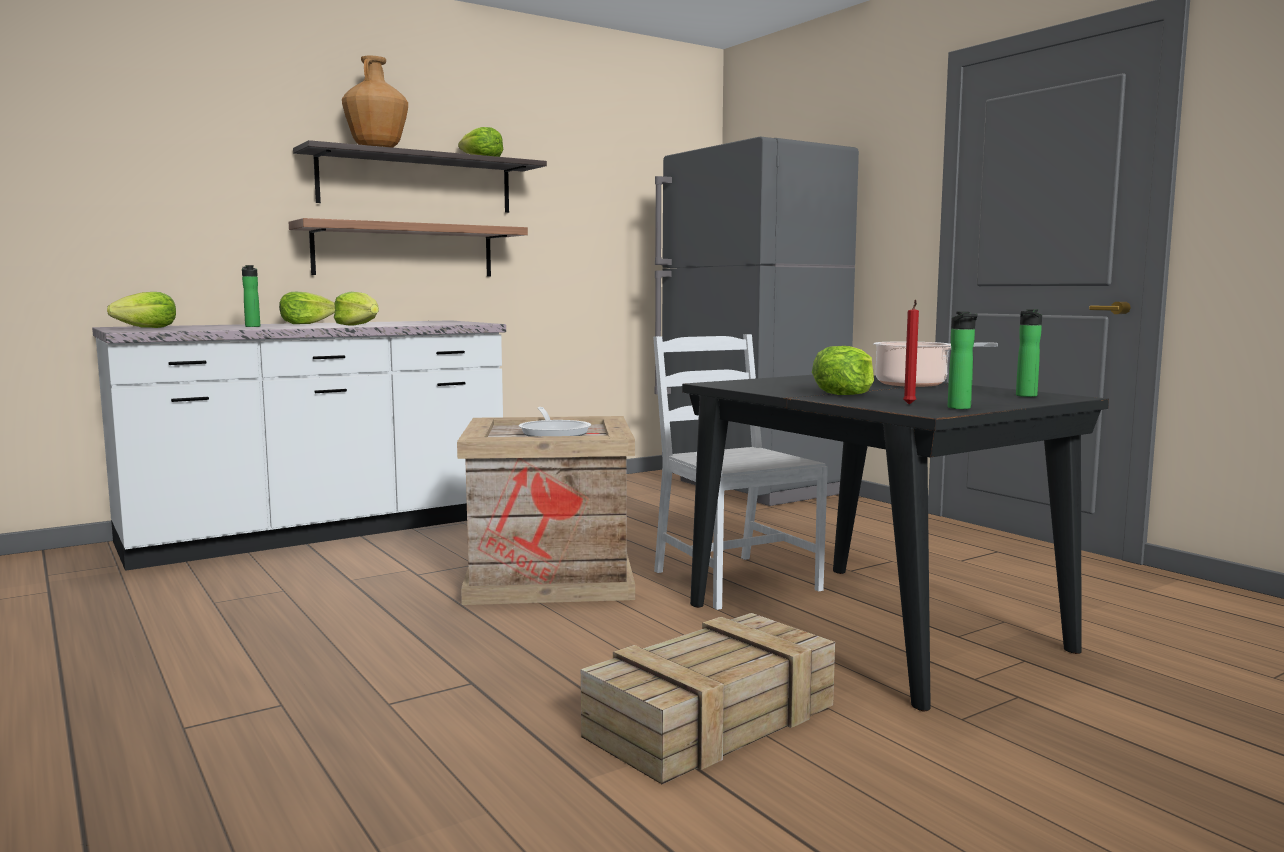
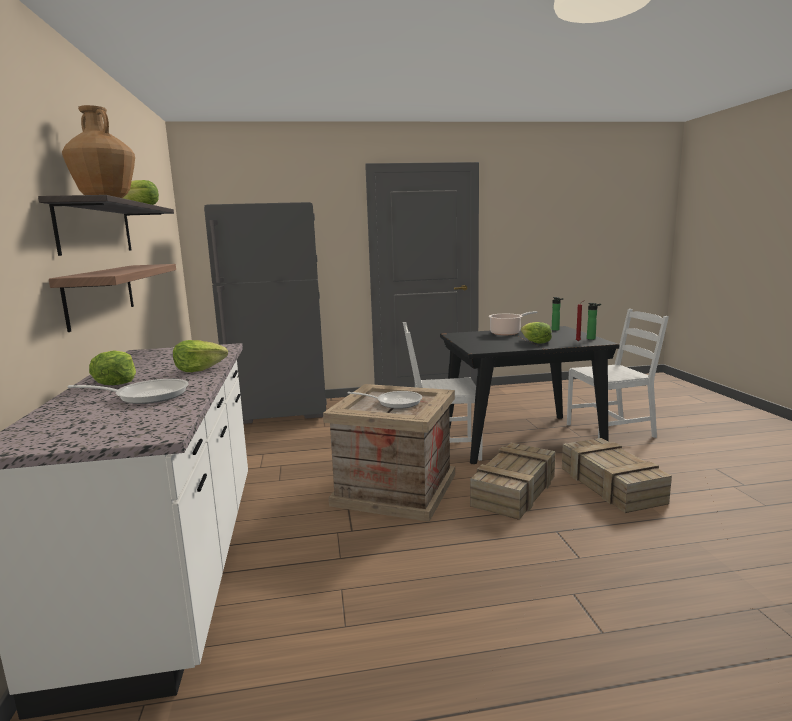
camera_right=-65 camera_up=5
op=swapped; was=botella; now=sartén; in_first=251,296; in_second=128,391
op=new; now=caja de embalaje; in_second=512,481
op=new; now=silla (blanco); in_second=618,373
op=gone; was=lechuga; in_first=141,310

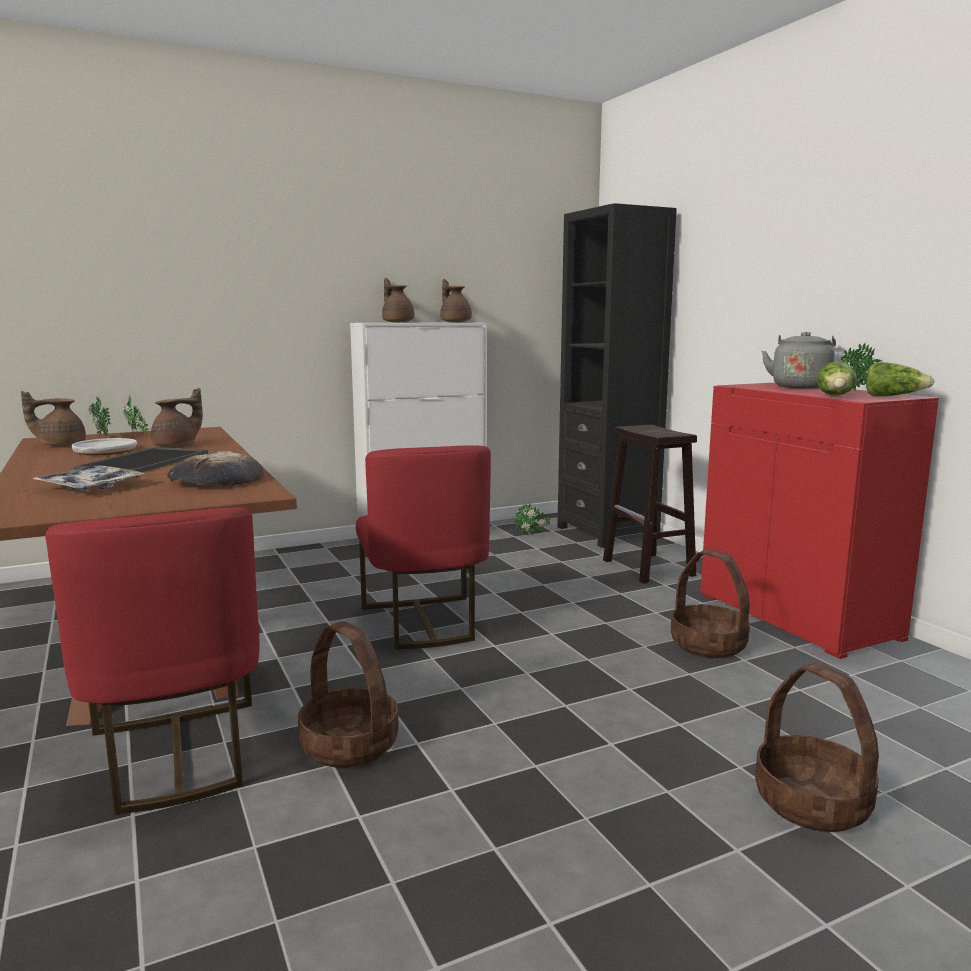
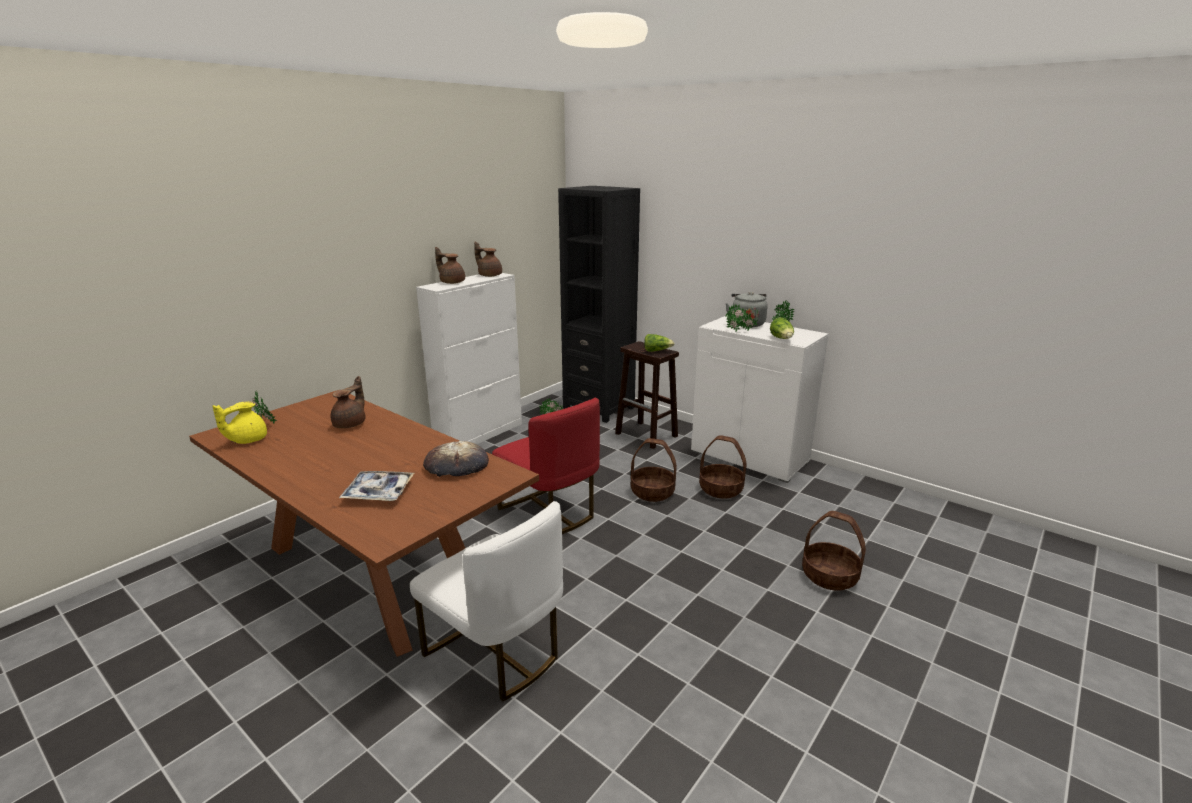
camera_right=-25 camera_up=10
op=repainted; was=tetera (marrón); now=tetera (amarillo); in_first=53,418; in_second=239,422
op=repainted; was=silla (rojo); now=silla (blanco); in_first=152,661; in_second=486,601
op=shifted; was=cesta; in_first=348,694; in_second=654,470
op=shifted; was=lechuga; in_first=900,379; in_second=659,343
op=repainted; was=armario (rojo); now=armario (blanco); in_first=819,521; in_second=759,399
op=shifted; was=planta en maceta; in_first=136,415; in_second=741,318
op=gone; was=sartén; in_first=104,446
op=gone; was=bandeja; in_first=140,459

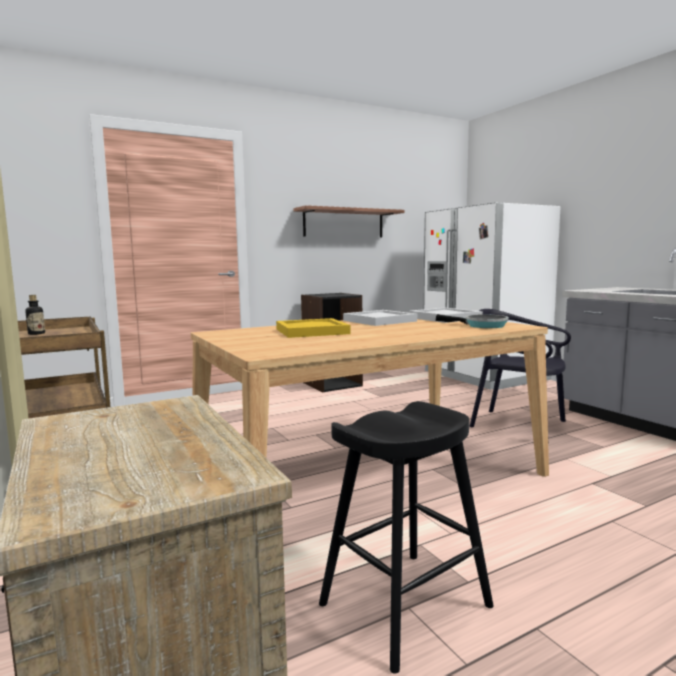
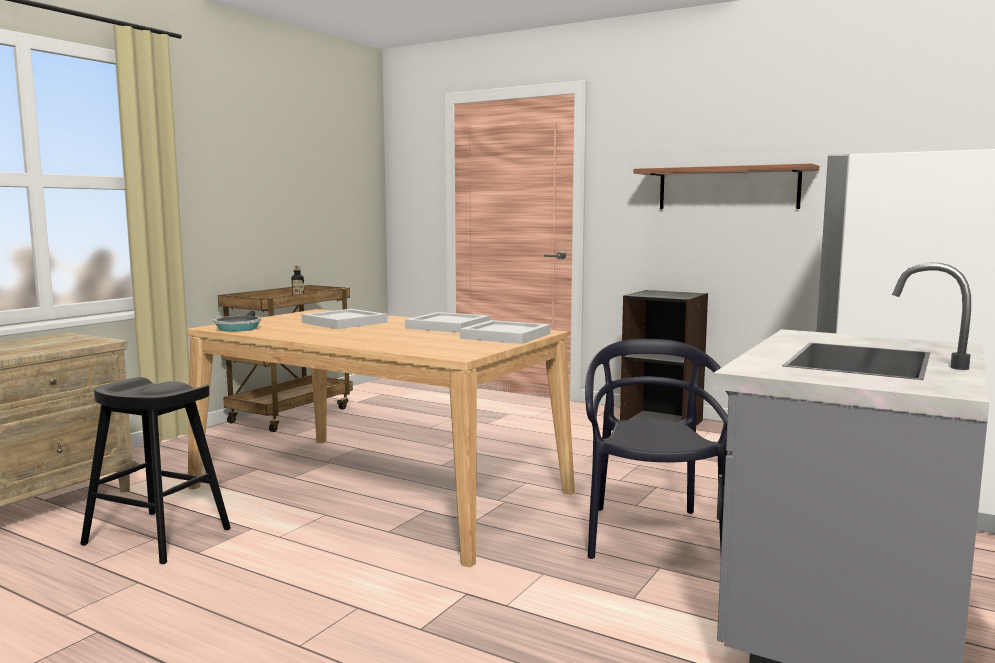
camera_right=60 camera_up=0
op=shifted; was=sartén; in_first=472,321; in_second=237,321
op=repainted; was=bandeja (amarillo); now=bandeja (blanco); in_first=313,328; in_second=345,319

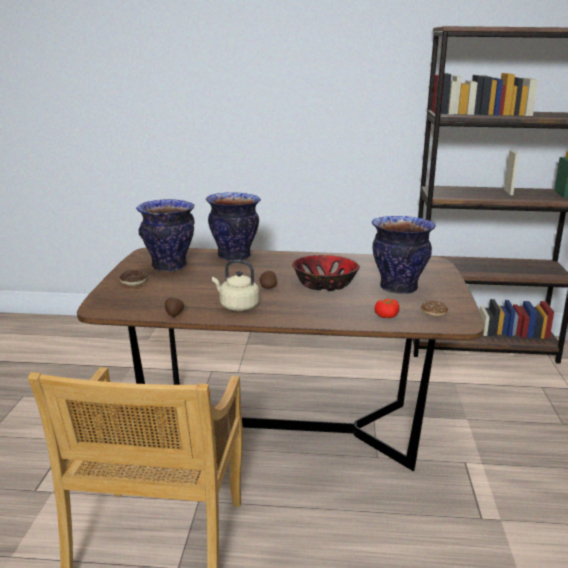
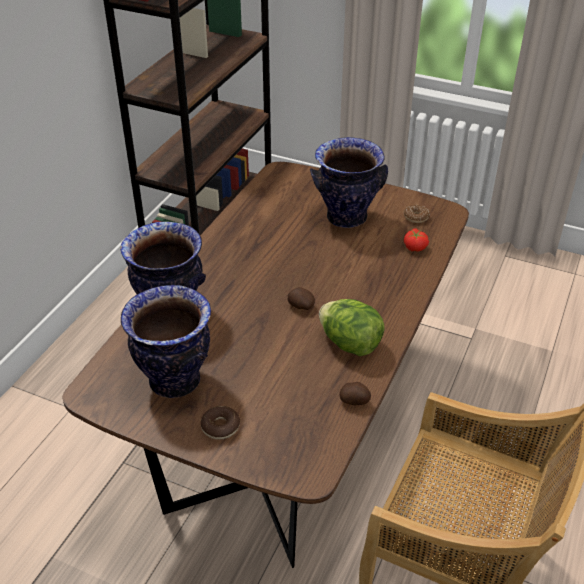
camera_right=-70 camera_up=20
op=swapped; was=hervidor (beis); now=lechuga; in_first=235,285; in_second=352,327
op=gone; was=cuenco; in_first=326,273

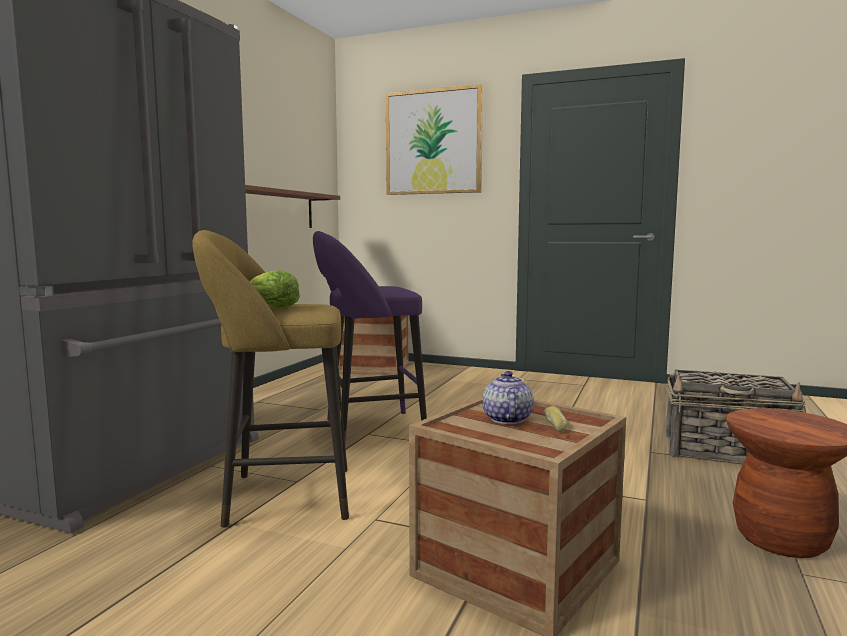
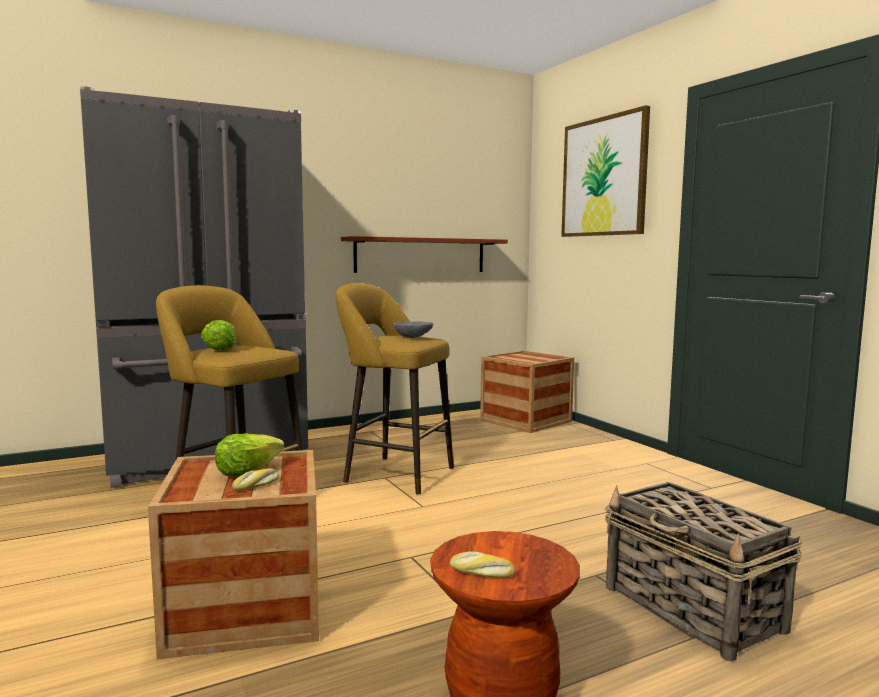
camera_right=40 camera_up=0
op=swapped; was=tetera; now=lechuga; in_first=508,397; in_second=249,455
op=repainted; was=taburete (morado); now=taburete (amarillo); in_first=370,337; in_second=395,389
op=new; now=cuenco (gris); in_second=413,329
op=new; now=pan; in_second=482,564

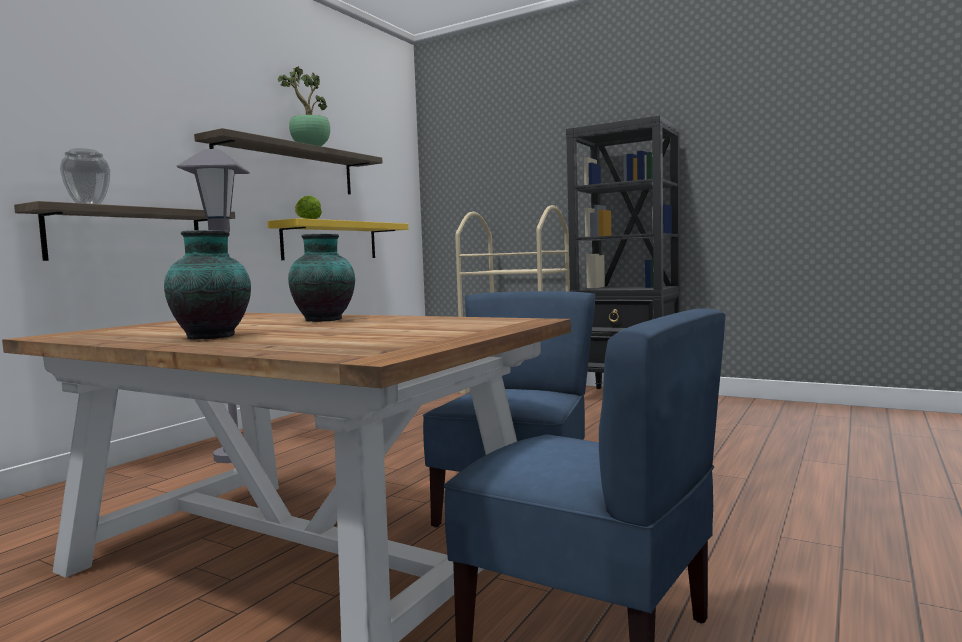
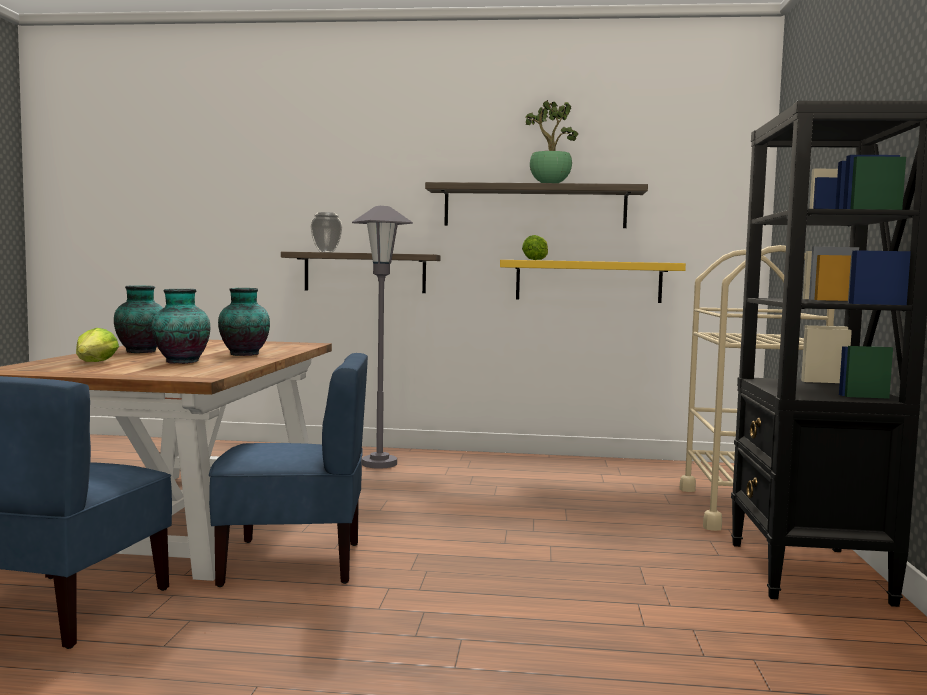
camera_right=65 camera_up=0
op=new; now=lechuga; in_second=97,345
op=new; now=florero; in_second=181,326

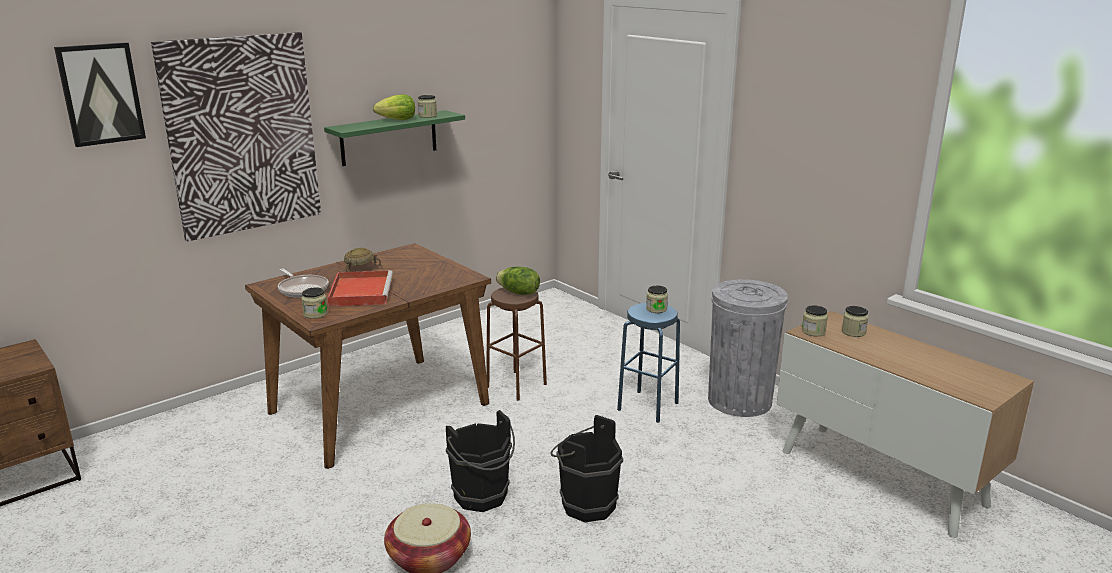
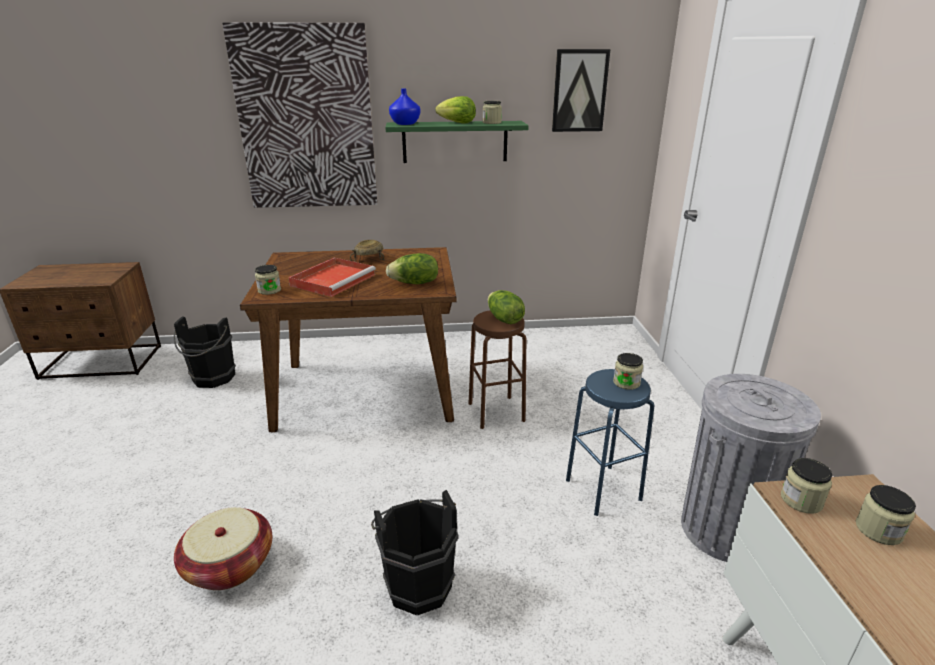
camera_right=35 camera_up=5
op=shifted; was=cubo (negro); in_first=480,461; in_second=205,352
op=new; now=lechuga; in_second=412,268
op=new; now=florero (azul); in_second=404,107
op=shifted; was=cuadro; in_first=100,94; in_second=581,90
op=gone; was=sartén; in_first=303,283

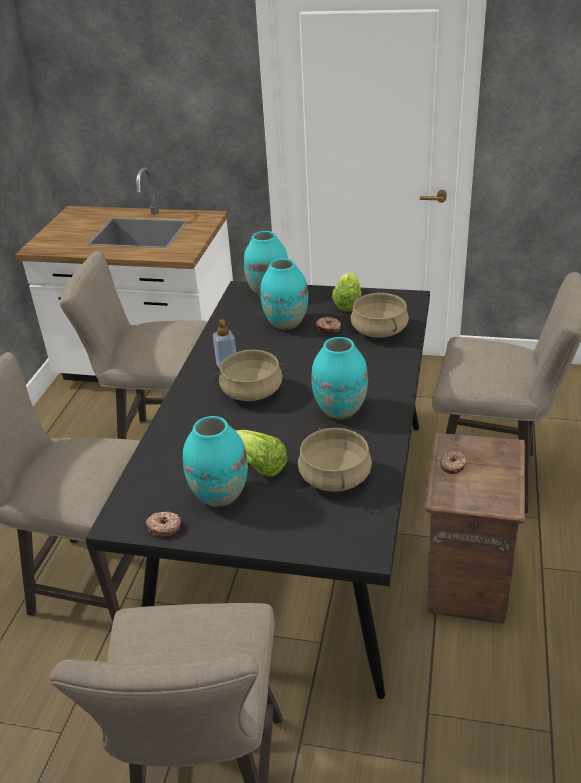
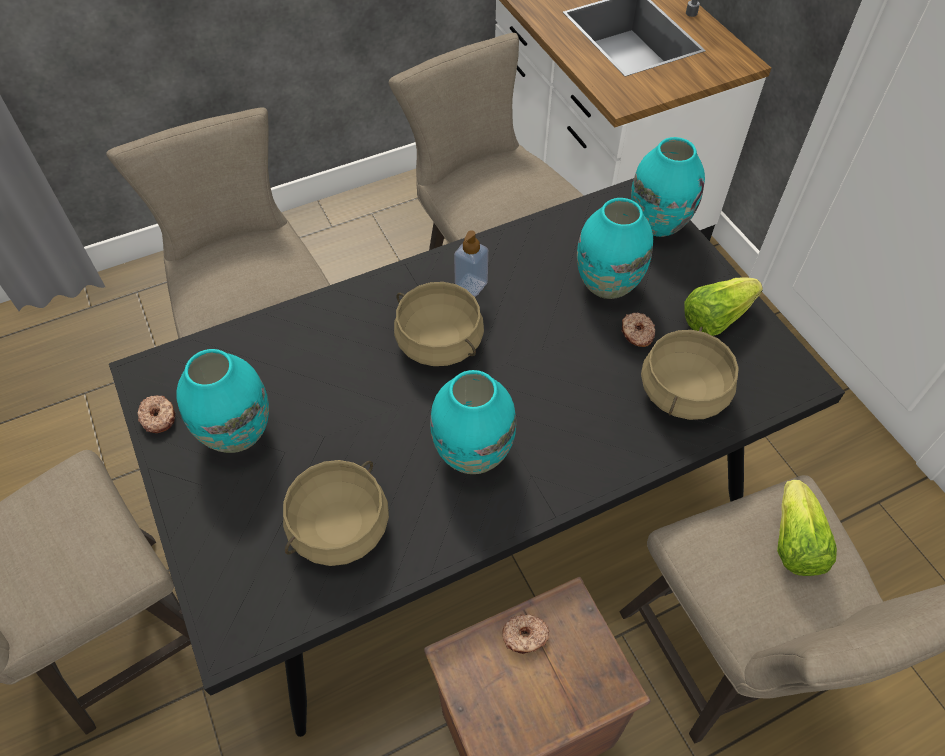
camera_right=50 camera_up=20
op=shifted; was=lechuga; in_first=261,453; in_second=807,528

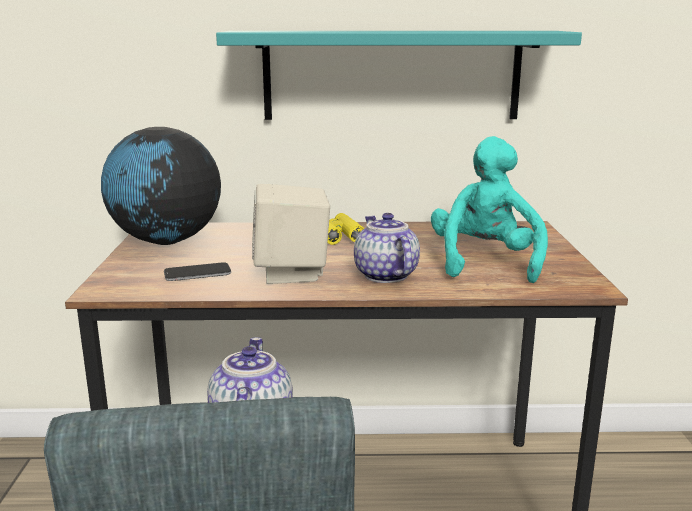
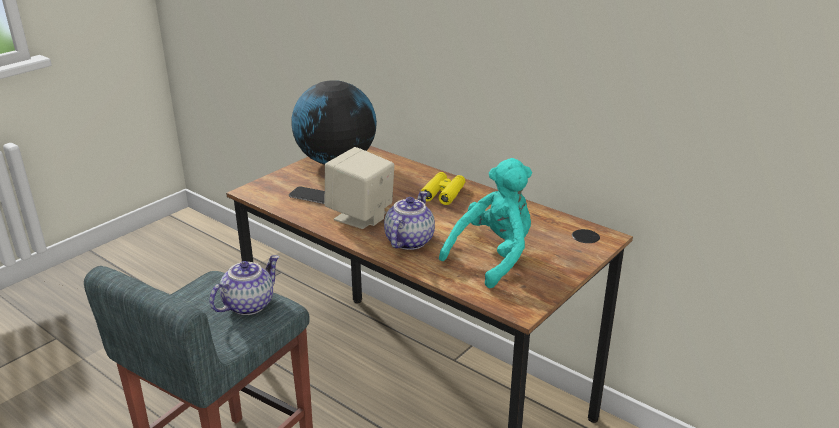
camera_right=40 camera_up=10
op=gone; was=estante (turquesa); in_first=399,75

